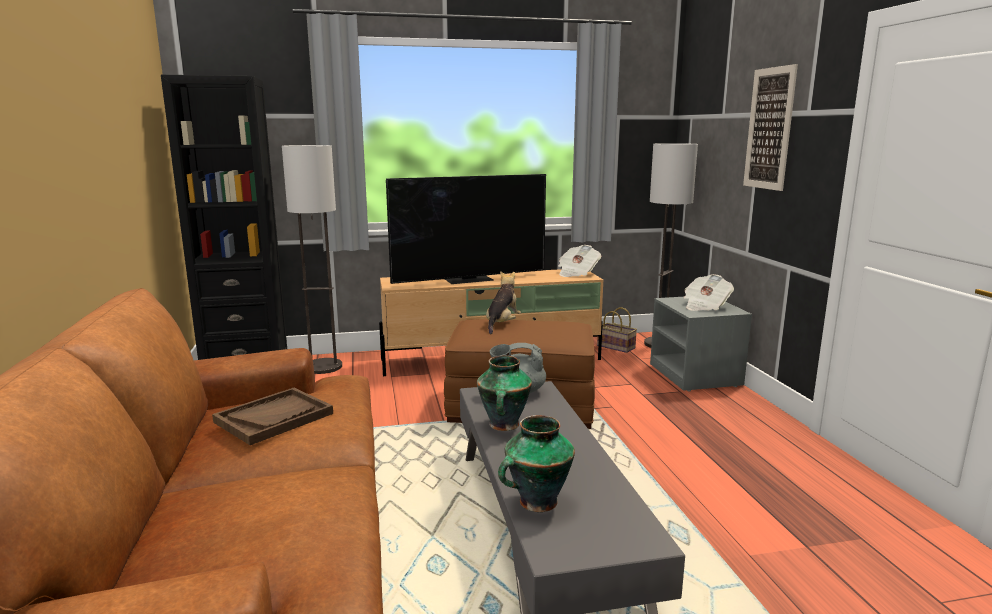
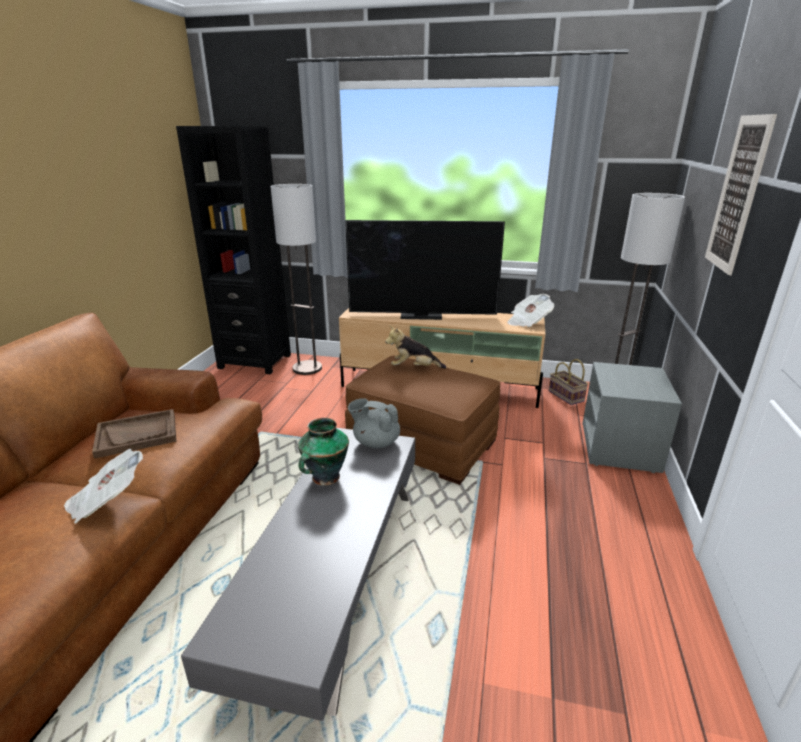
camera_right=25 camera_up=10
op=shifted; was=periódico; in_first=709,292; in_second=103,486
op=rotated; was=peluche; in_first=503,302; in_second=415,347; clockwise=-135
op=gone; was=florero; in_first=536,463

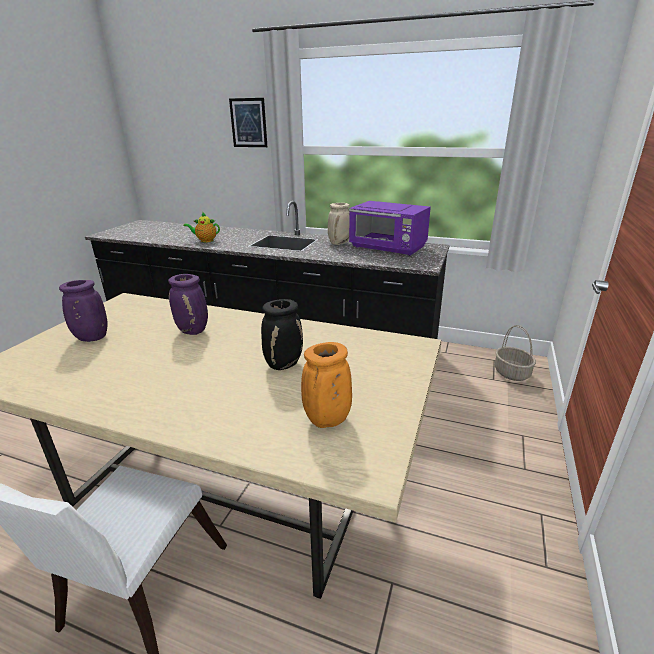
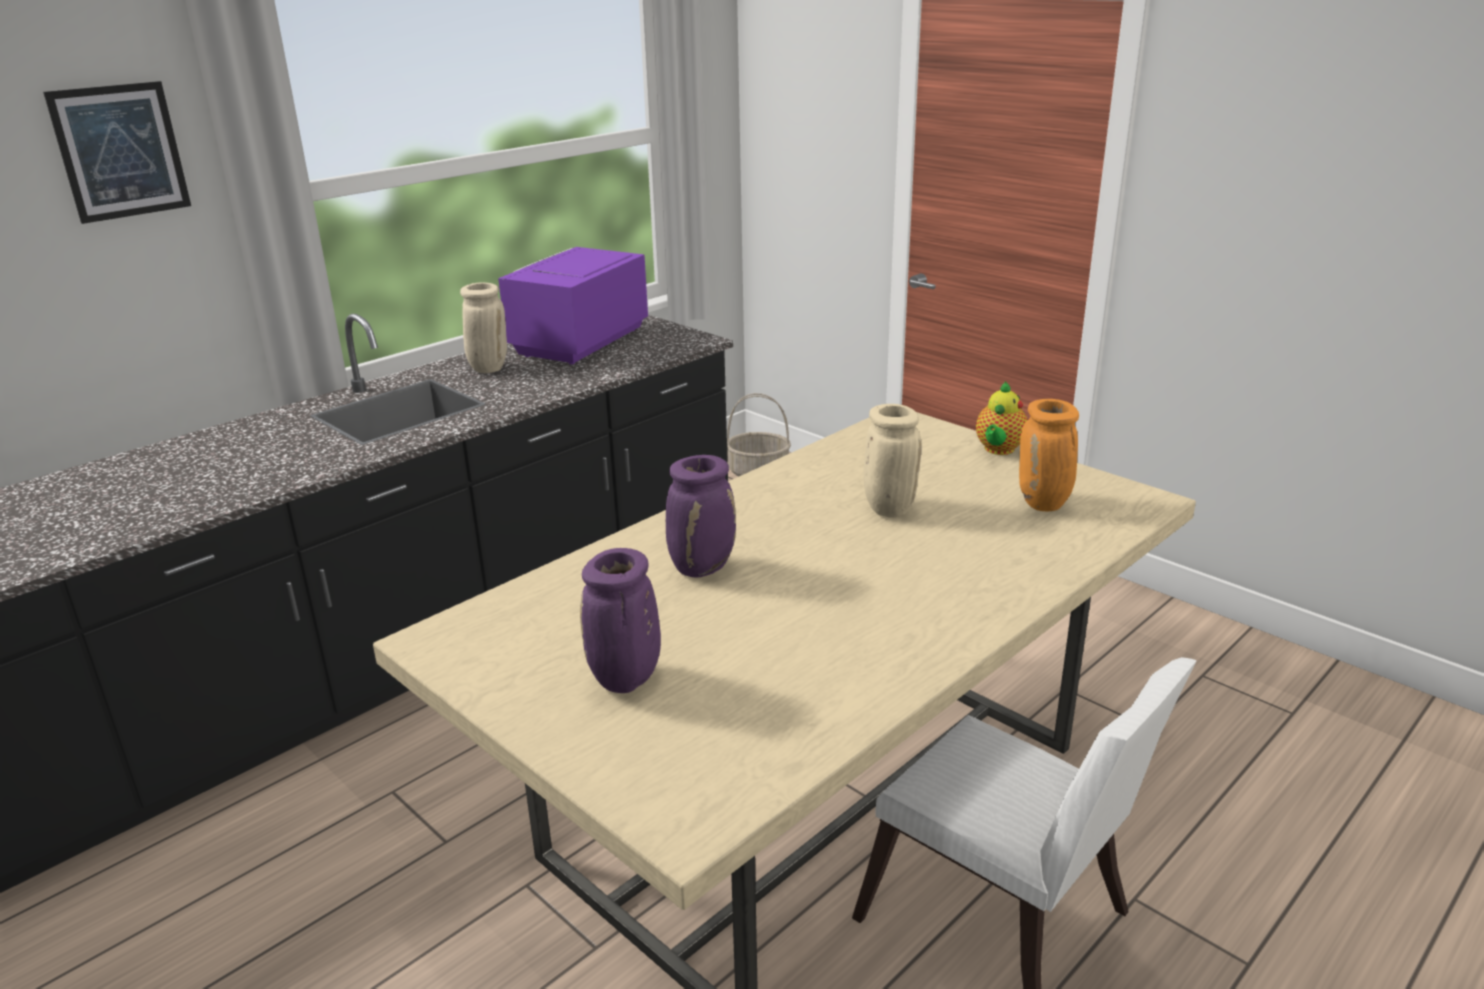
camera_right=-65 camera_up=0
op=rotated; was=microondas (morado); in_first=390,228; in_second=573,306; clockwise=150
op=repainted; was=florero (negro); now=florero (beis); in_first=282,334; in_second=892,460
op=shifted; was=tetera; in_first=201,227; in_second=1001,418

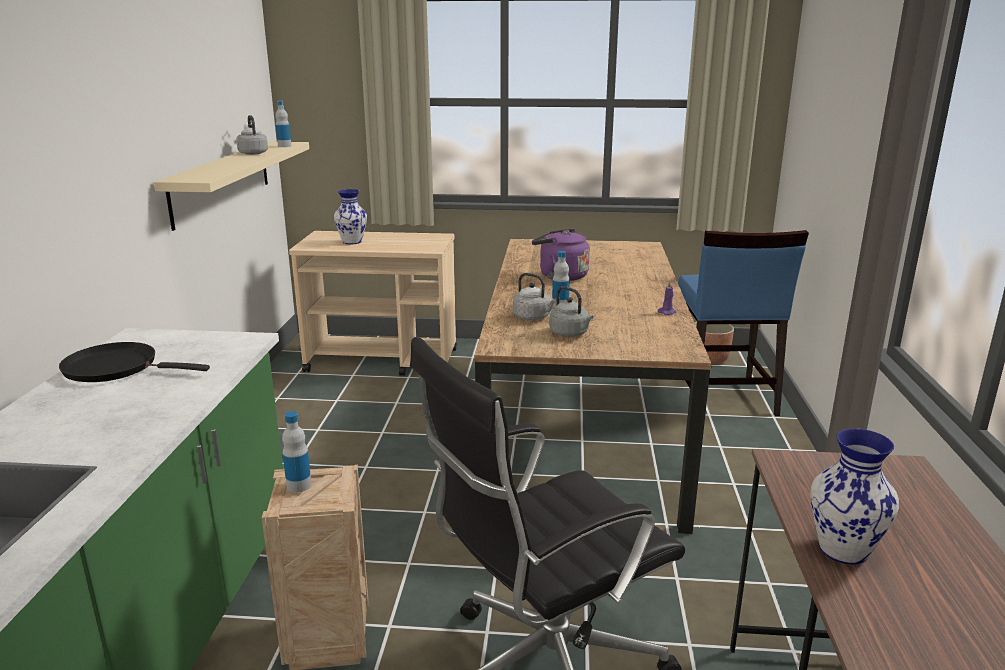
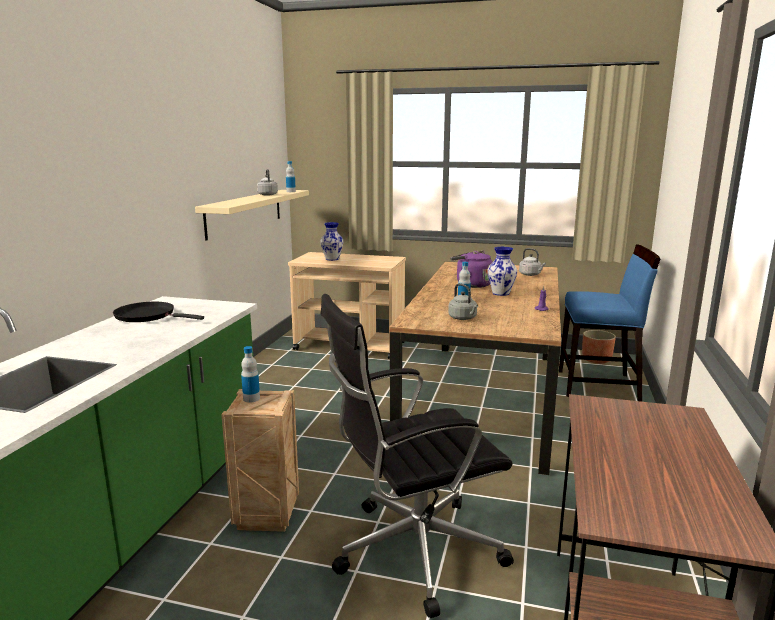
camera_right=10 camera_up=-5
op=shifted; was=florero; in_first=854,496; in_second=502,271
op=shifted; was=hervidor (gris); in_first=535,296; in_second=532,262
op=rotated; was=silla (azul); in_first=743,323; in_second=609,323; clockwise=-90

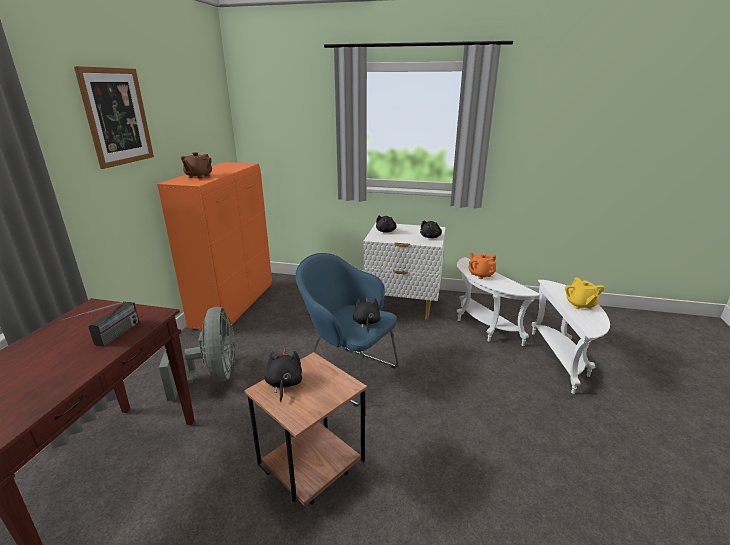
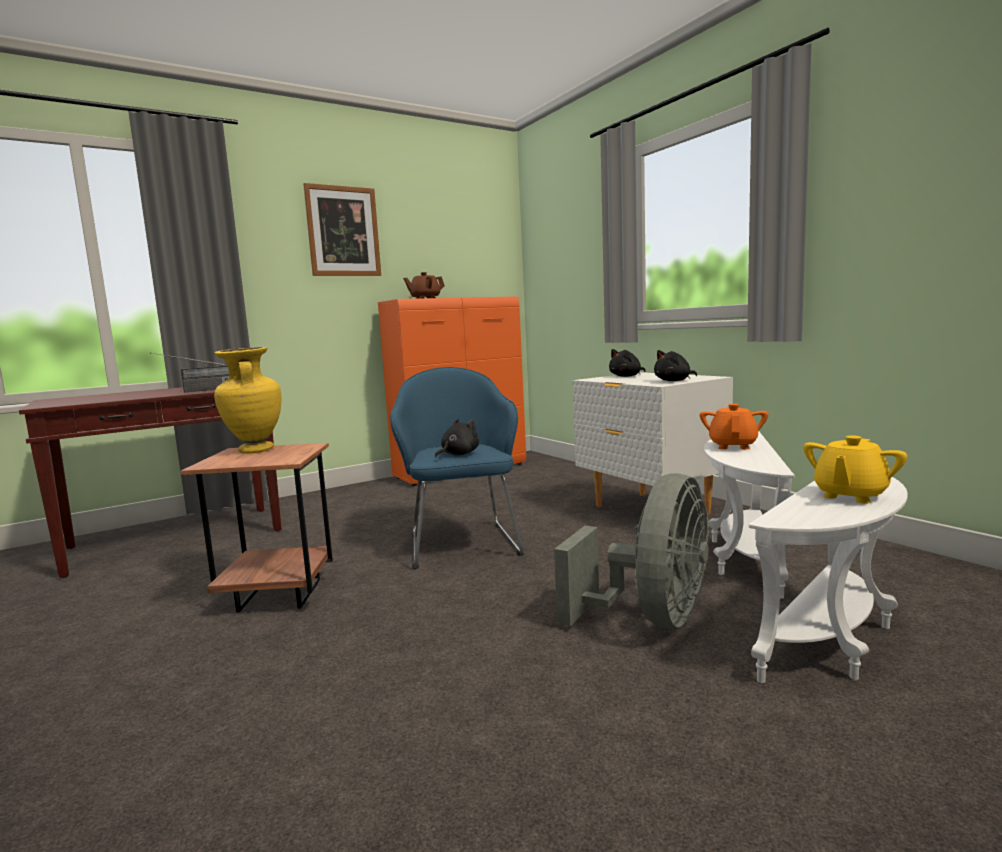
camera_right=45 camera_up=-15
op=swapped; was=peluche (negro); now=florero (amarillo); in_first=283,375; in_second=247,400
op=shifted; was=ventilador (gris); in_first=197,354; in_second=631,550

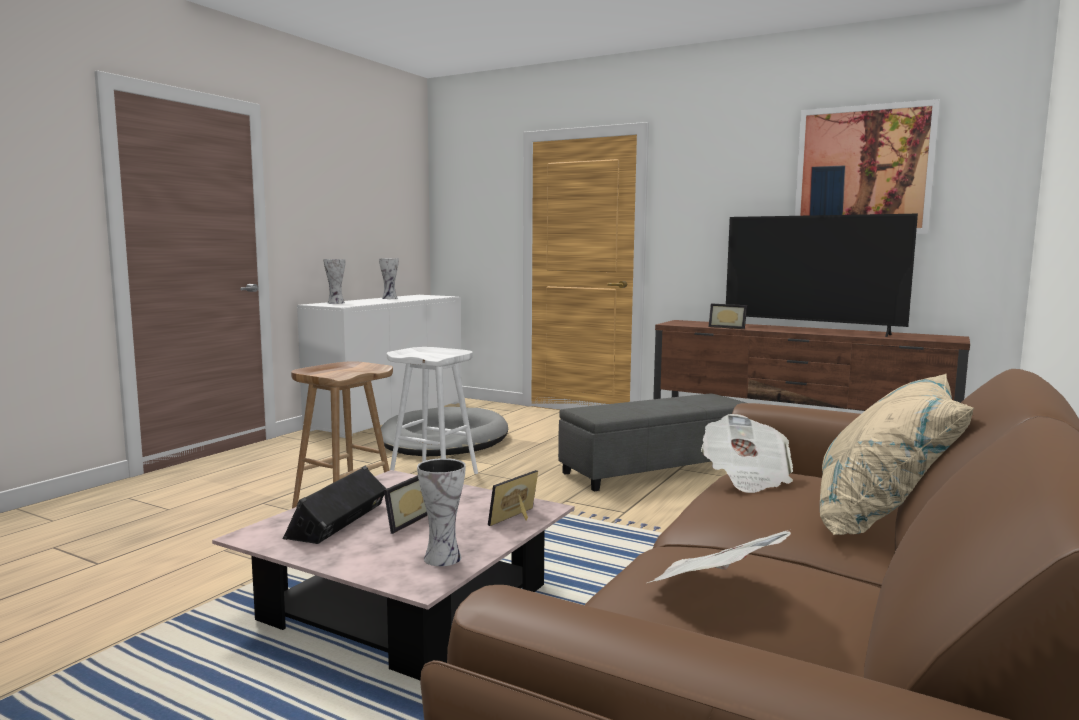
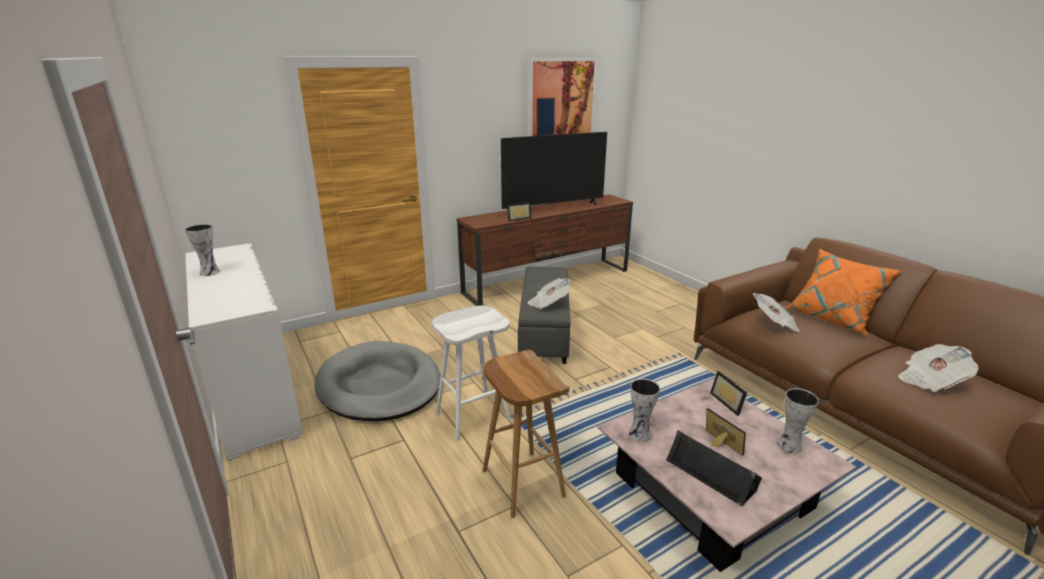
camera_right=-60 camera_up=15
op=new; now=periódico; in_second=549,293
op=shifted; was=florero; in_first=334,281; in_second=644,410
op=repainted; was=cojín (beis); now=cojín (naranja); in_first=897,454; in_second=843,292

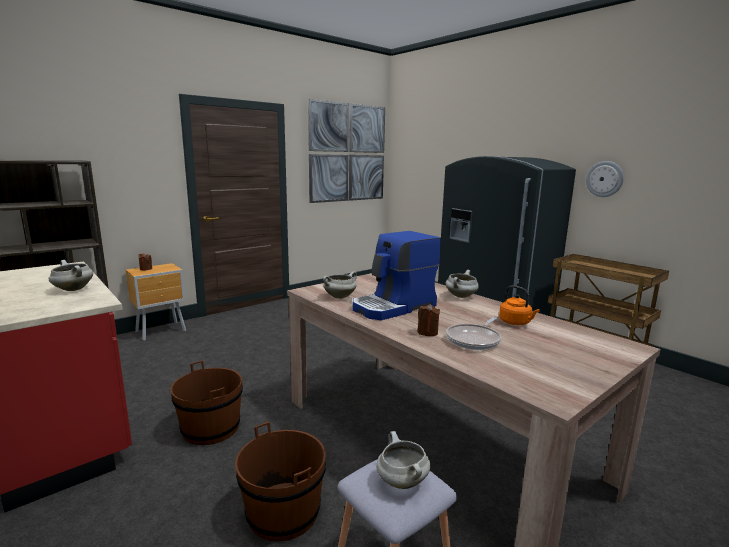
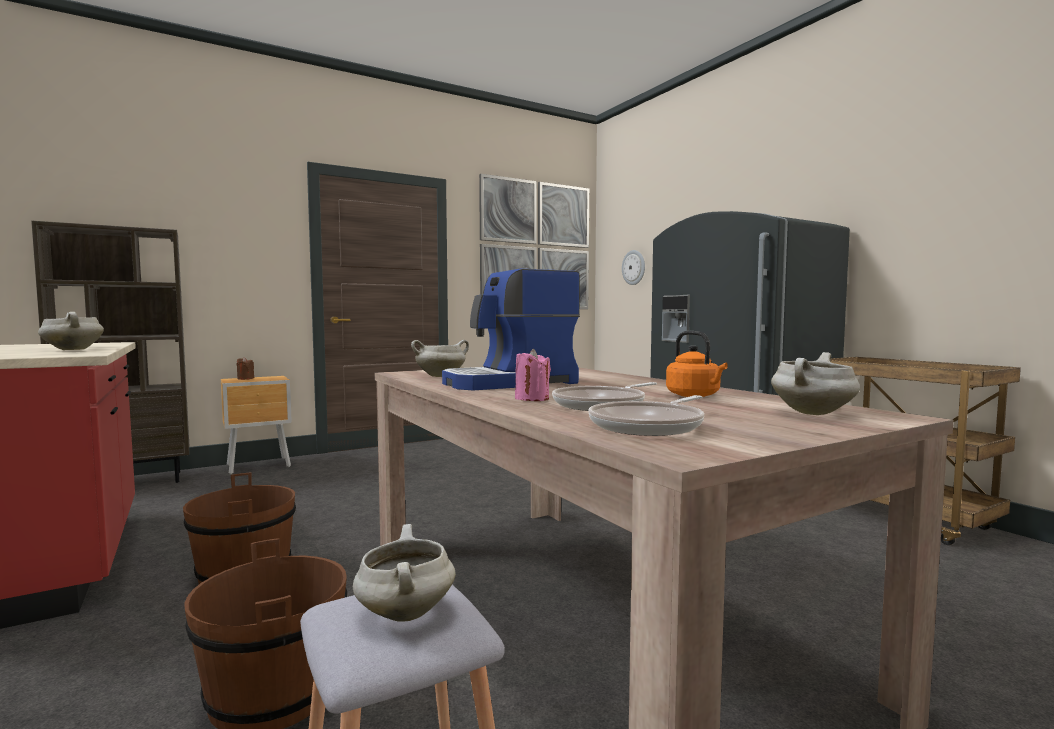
camera_right=10 camera_up=-10
op=repainted; was=vela (marrón); now=vela (rosa); in_first=428,320; in_second=533,375
op=new; now=sartén; in_second=646,415
op=shifted; was=reloj de pared; in_first=605,179; in_second=633,267
op=shifted; was=olla (blanco); in_first=462,284; in_second=815,383

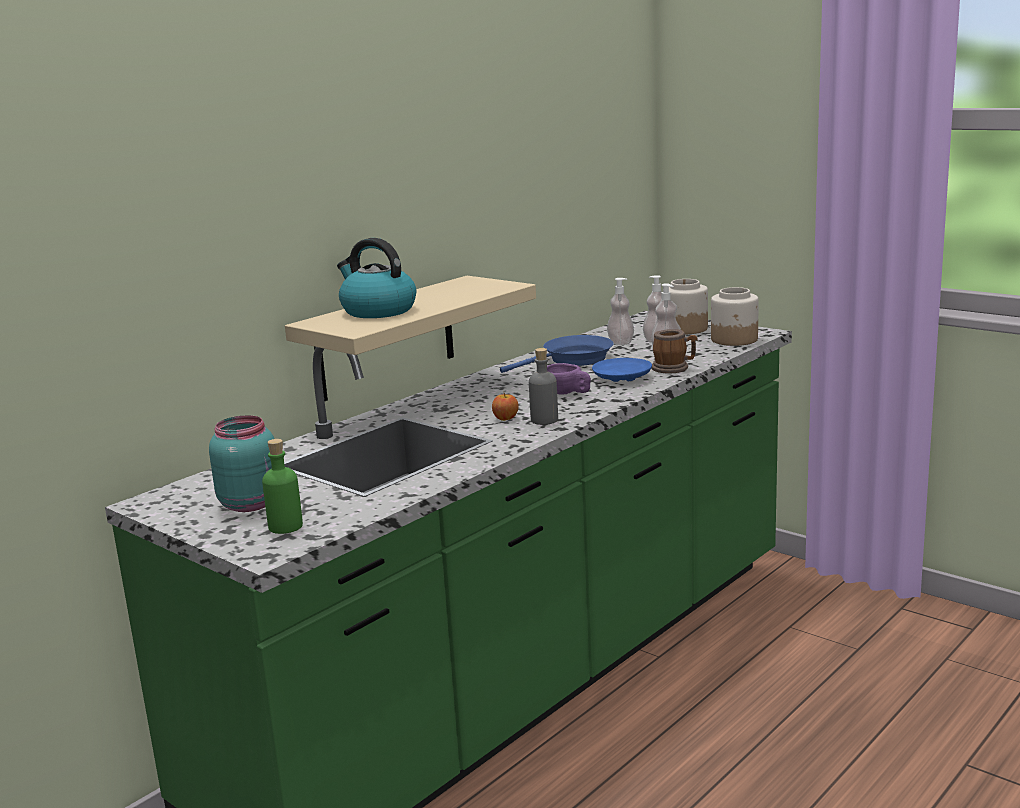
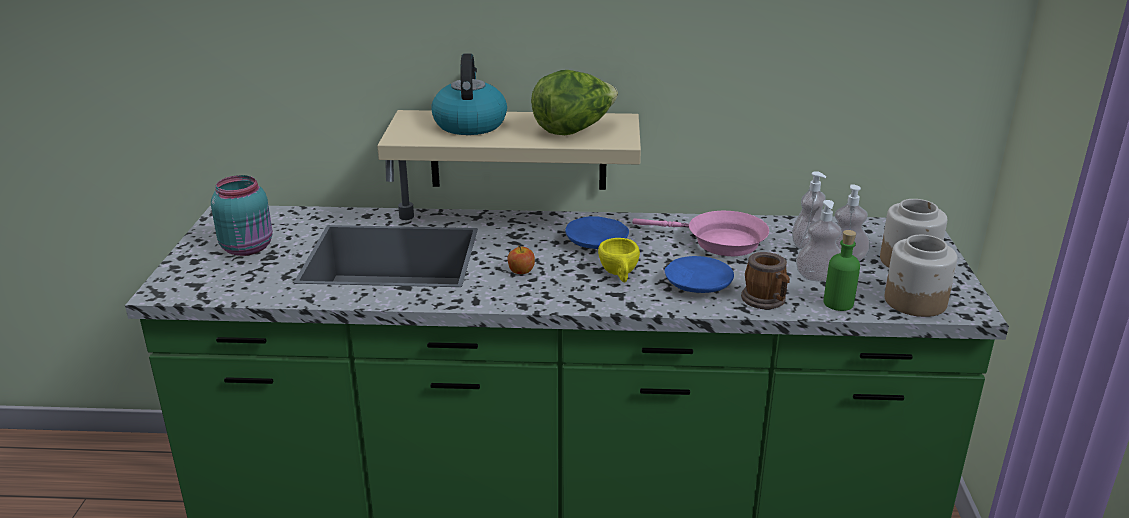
camera_right=50 camera_up=10
op=new; now=lechuga; in_second=574,102
op=new; now=plato (azul); in_second=597,232
op=repainted; was=taza (morado); now=taza (amarillo); in_first=569,379; in_second=619,260
op=repainted; was=sartén (azul); now=sartén (rosa); in_first=557,354; in_second=700,233
op=shifted; was=botella (verde); in_first=282,486; in_second=841,270
op=gone; was=botella (gris); in_first=543,386

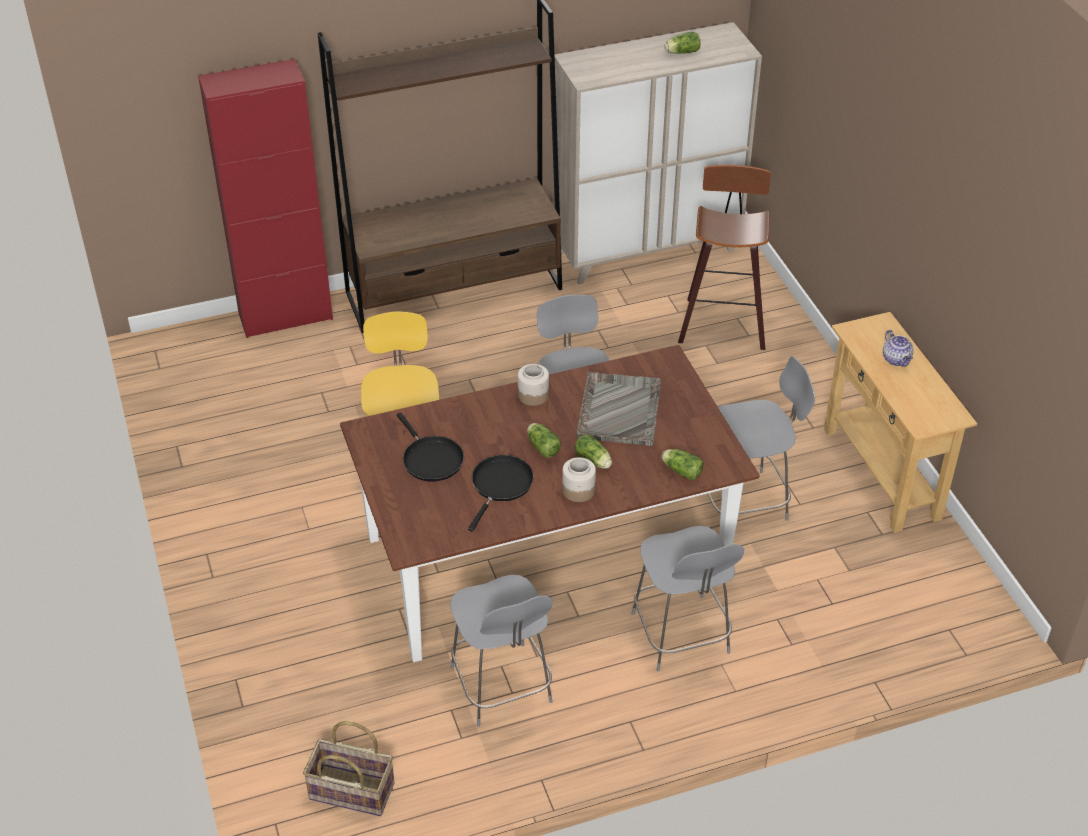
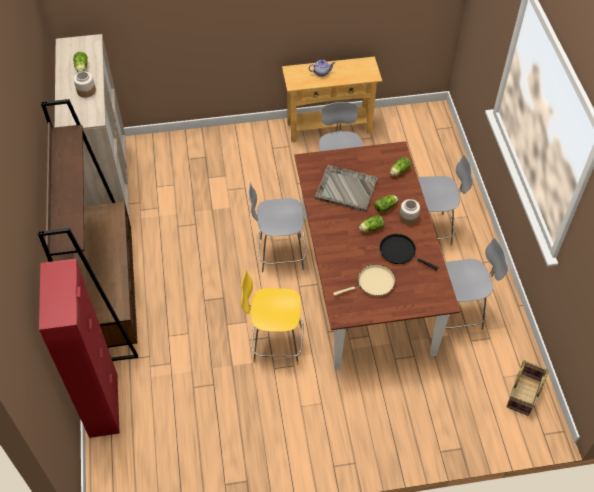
camera_right=-80 camera_up=10
op=shifted; was=tarro; in_first=533,385; in_second=85,84
op=repainted; was=sartén (negro); now=sartén (beis); in_first=430,447; in_second=364,280
op=gone; was=taburete; in_first=724,257

